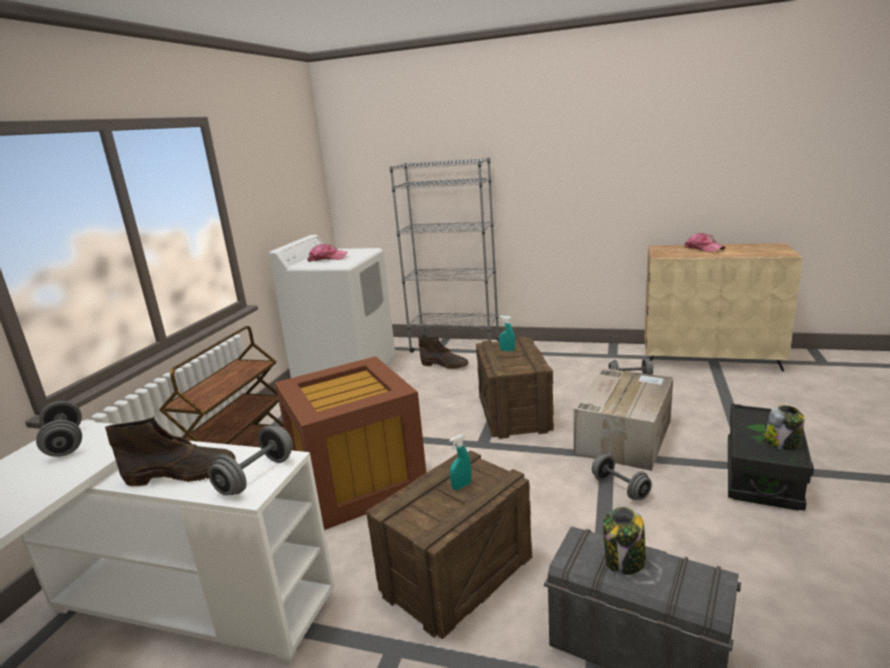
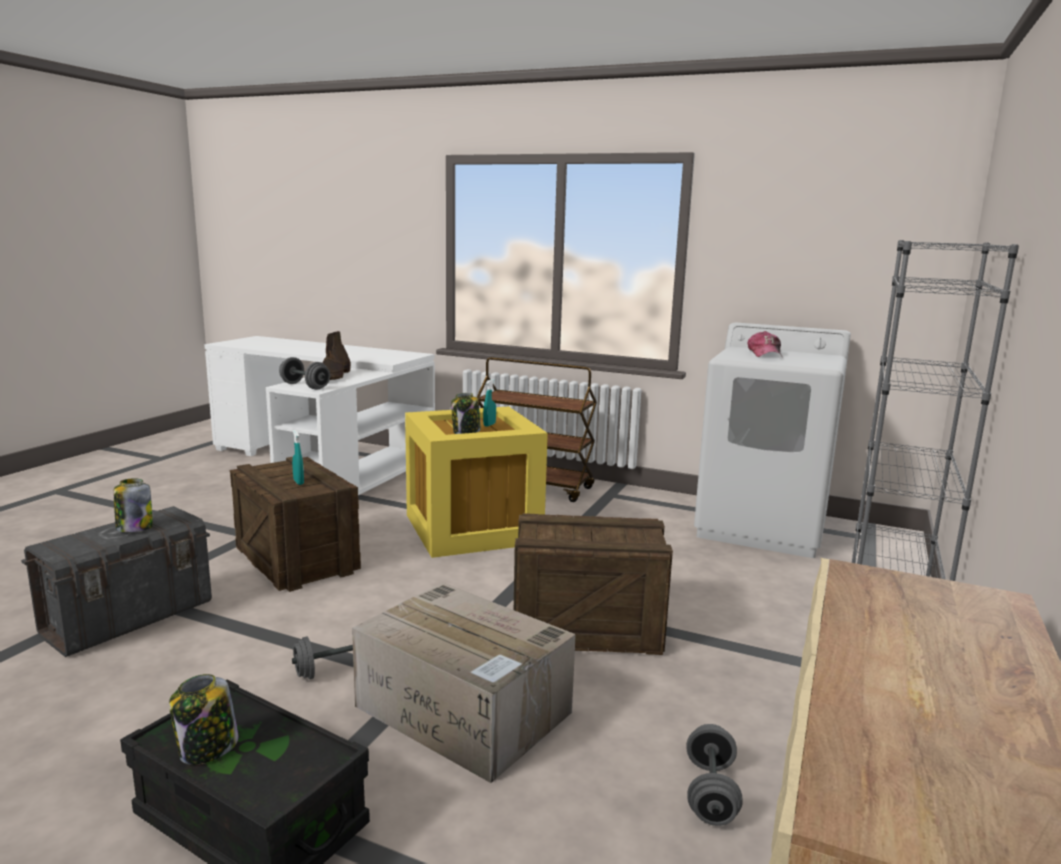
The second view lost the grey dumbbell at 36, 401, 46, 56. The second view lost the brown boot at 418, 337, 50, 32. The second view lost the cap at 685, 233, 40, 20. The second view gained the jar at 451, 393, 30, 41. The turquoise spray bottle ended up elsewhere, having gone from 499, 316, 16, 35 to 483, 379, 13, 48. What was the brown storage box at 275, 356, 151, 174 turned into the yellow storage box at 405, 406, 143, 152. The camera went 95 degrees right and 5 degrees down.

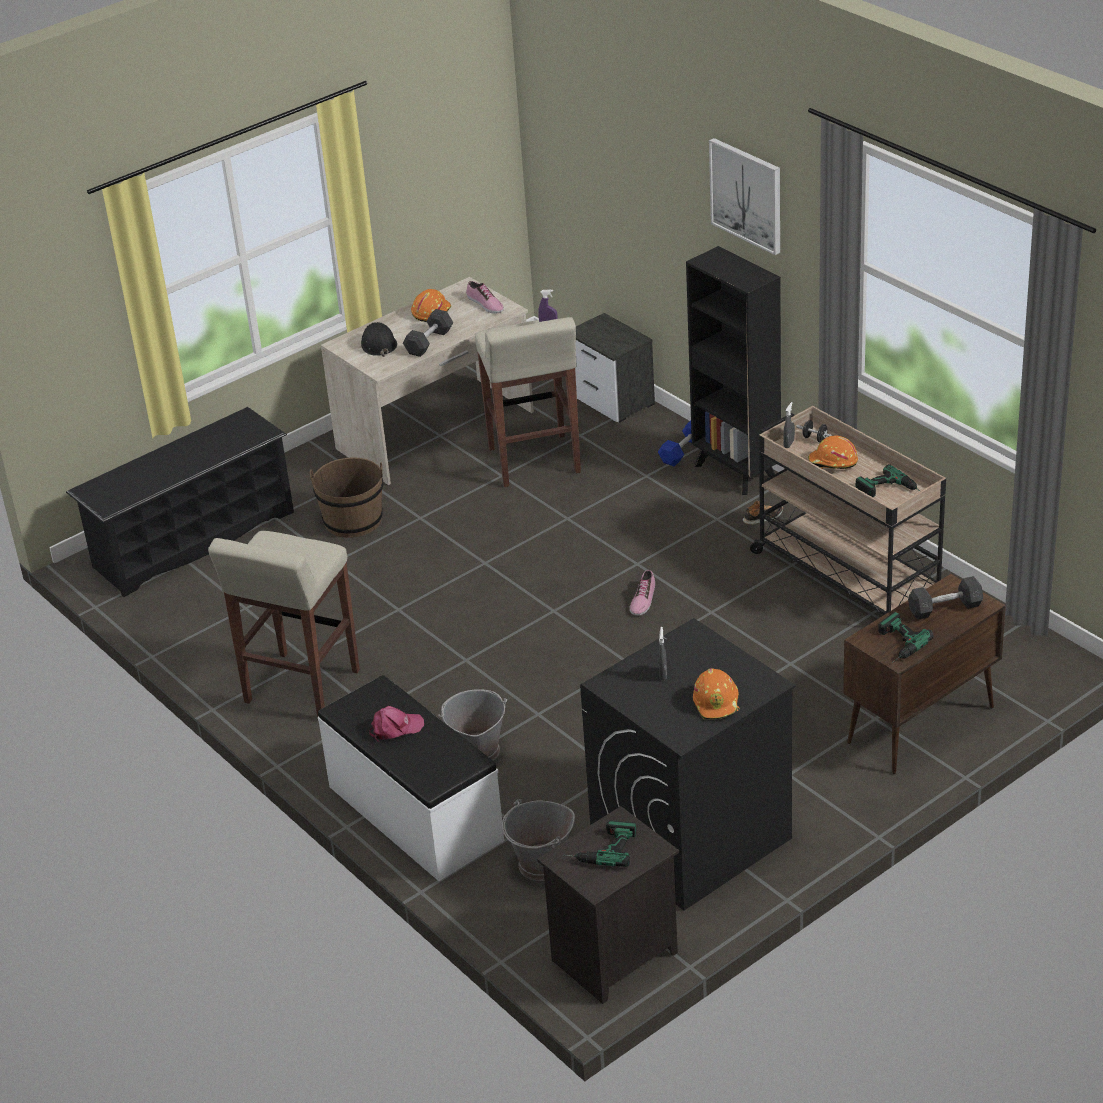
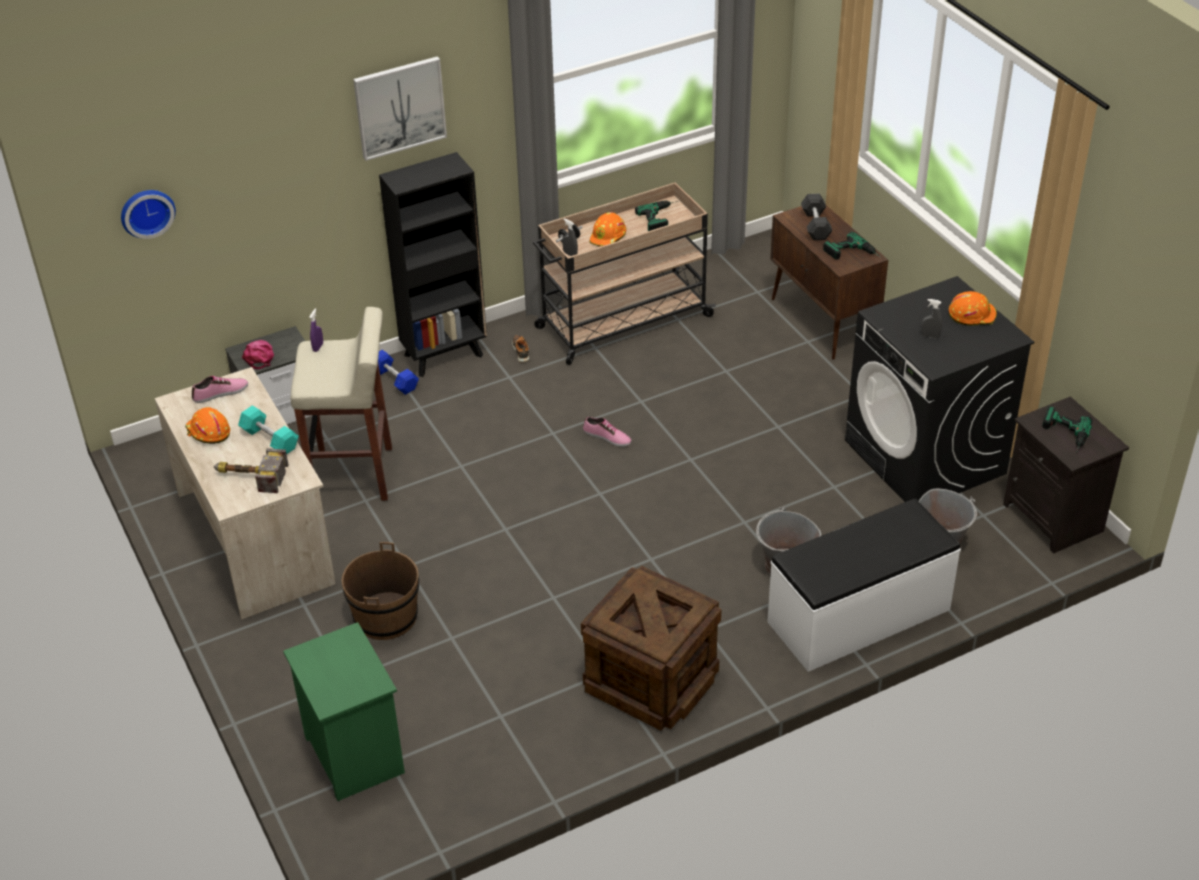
The second view gained the wall clock at 121, 190, 55, 49. The pink cap ended up elsewhere, having gone from 370, 706, 54, 36 to 242, 340, 32, 29. Where the black shoe rack stood at 66, 407, 228, 190, the green nightstand came to stand at 283, 622, 122, 179. Where the beige stool stood at 208, 531, 152, 186, the crate came to stand at 581, 566, 140, 165. Where the black hard hat stood at 361, 322, 36, 35, the hammer came to stand at 214, 448, 74, 45. What was the grey dumbbell at 403, 309, 50, 48 turned into the turquoise dumbbell at 238, 405, 61, 49. The camera went 80 degrees left and 5 degrees up.

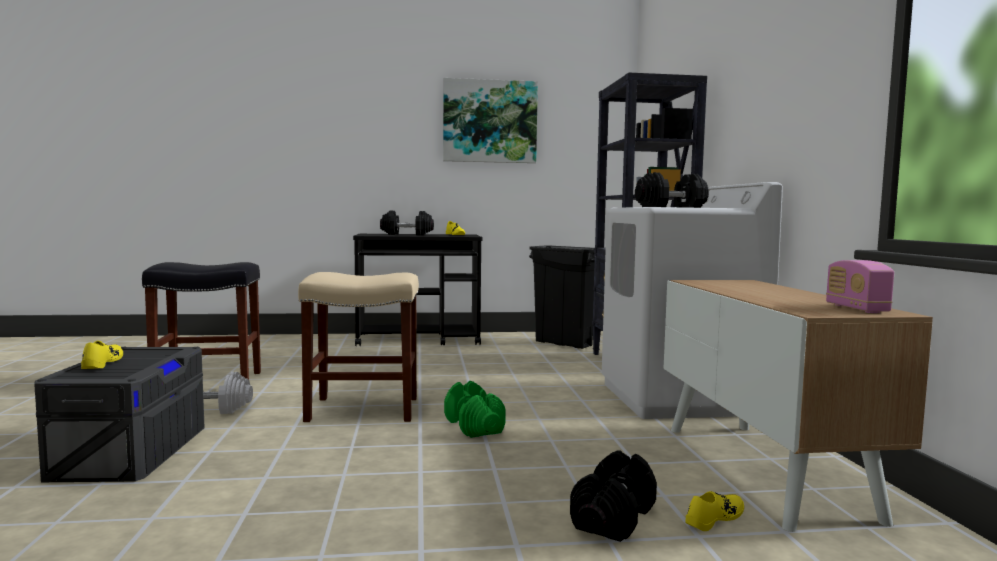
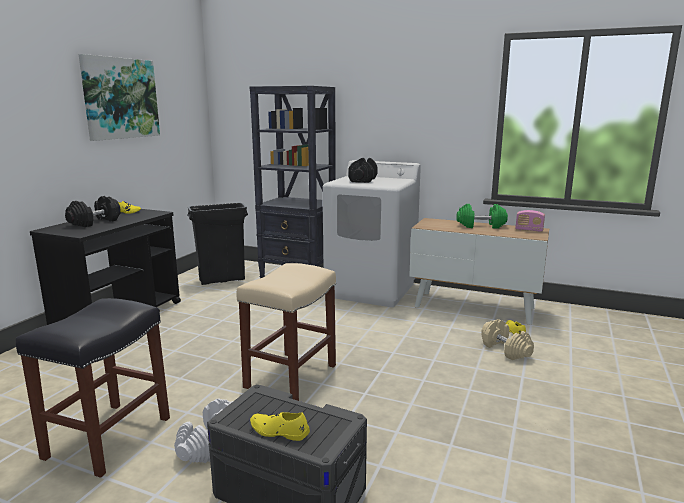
The green dumbbell ended up elsewhere, having gone from 444, 381, 62, 57 to 456, 203, 52, 26. What was the black dumbbell at 570, 450, 87, 92 turned into the beige dumbbell at 481, 319, 53, 41. The camera went 60 degrees left and 10 degrees up.

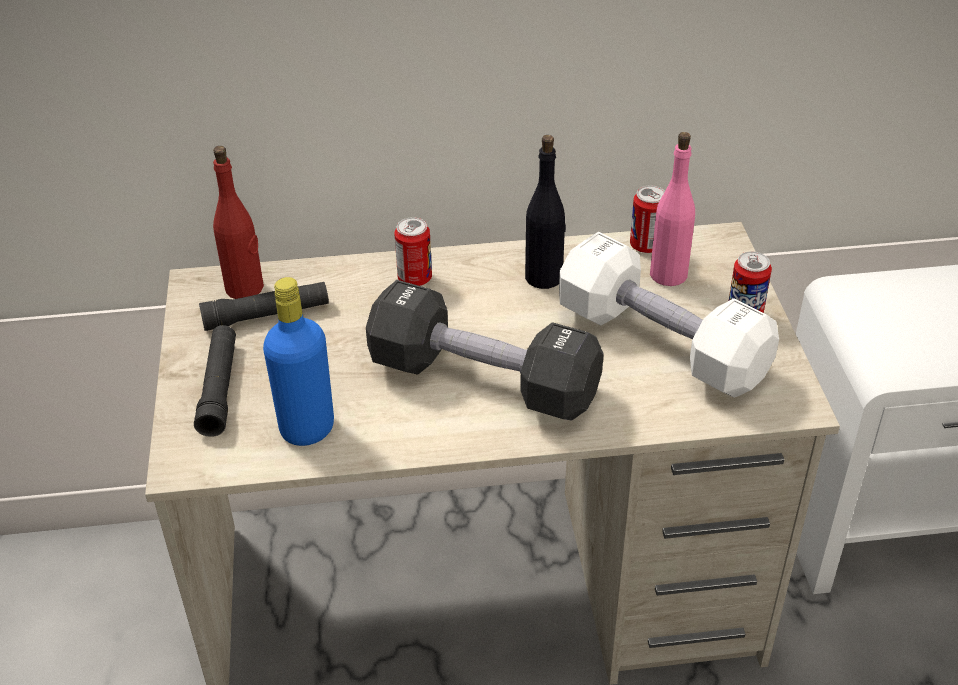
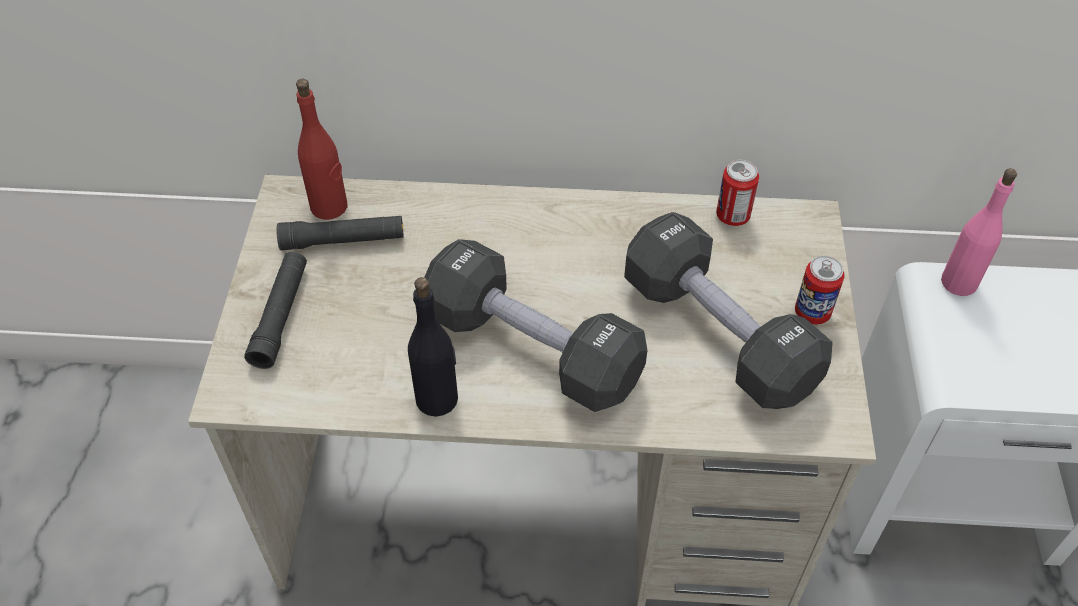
The second view lost the blue bottle at 263, 277, 71, 169. The second view lost the can at 394, 217, 38, 69. The black bottle ended up elsewhere, having gone from 525, 135, 41, 154 to 408, 277, 50, 140. The pink bottle ended up elsewhere, having gone from 650, 132, 45, 154 to 941, 168, 76, 128. What was the white dumbbell at 559, 232, 220, 166 turned into the black dumbbell at 624, 212, 209, 197. The camera went 10 degrees right and 10 degrees up.

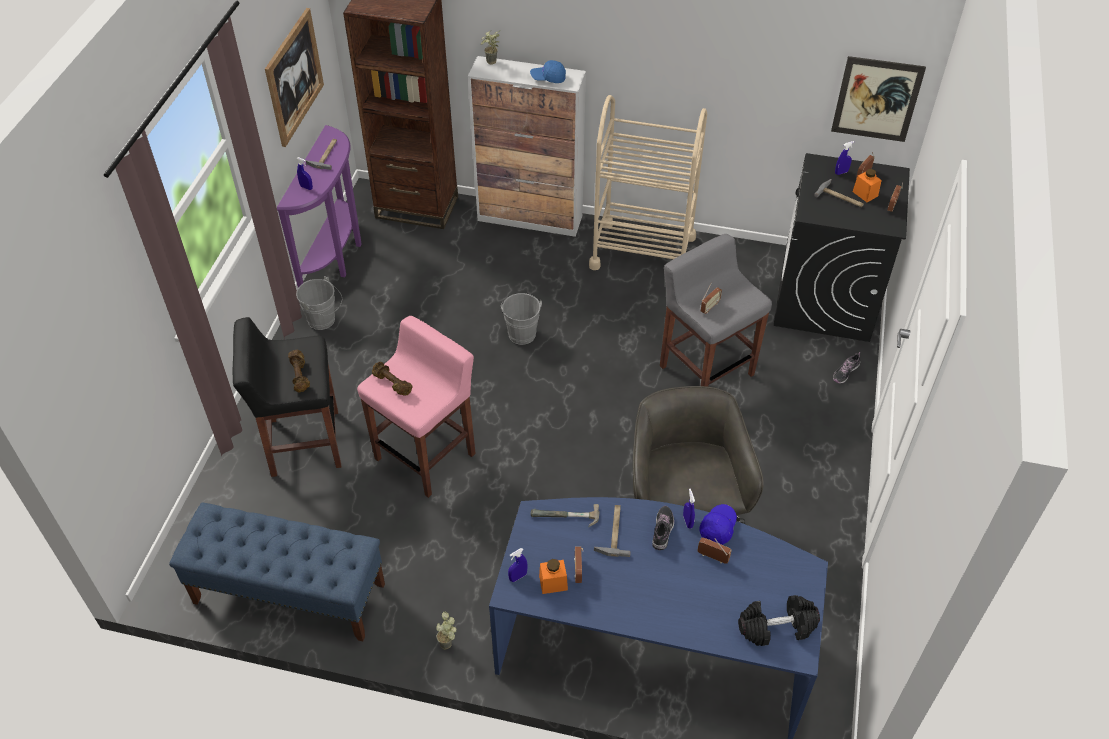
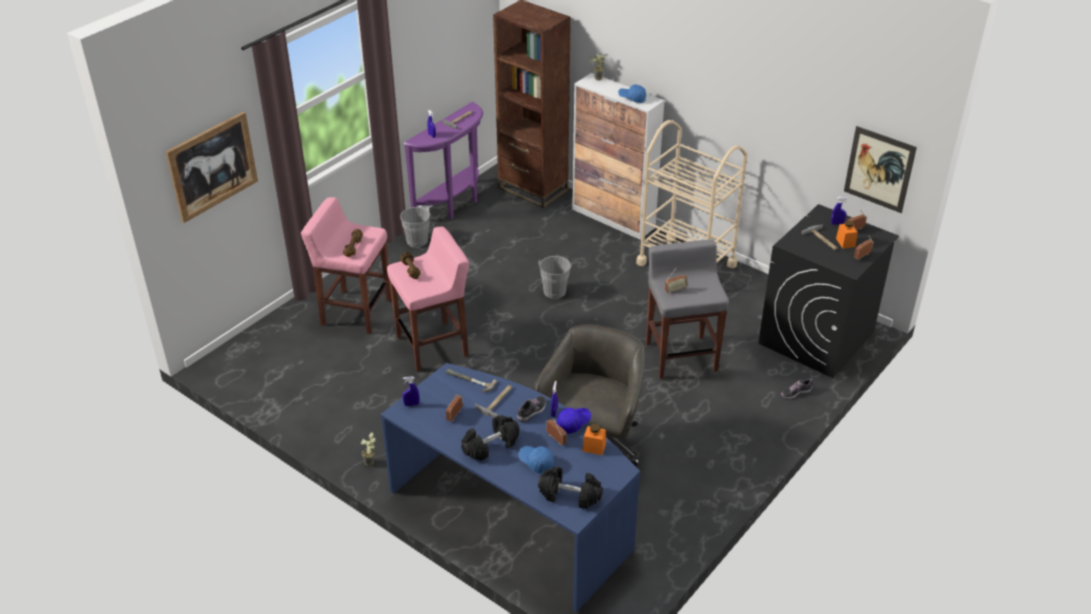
The second view lost the blue bench at 169, 502, 216, 139. The second view gained the black dumbbell at 461, 415, 59, 46. The second view gained the blue cap at 518, 446, 36, 28. The picture ended up elsewhere, having gone from 265, 8, 59, 139 to 166, 112, 92, 111. The orange jar ended up elsewhere, having gone from 539, 559, 29, 35 to 583, 424, 23, 31. What was the black stool at 233, 317, 108, 160 turned into the pink stool at 301, 197, 90, 137. The camera went 25 degrees right and 10 degrees down.

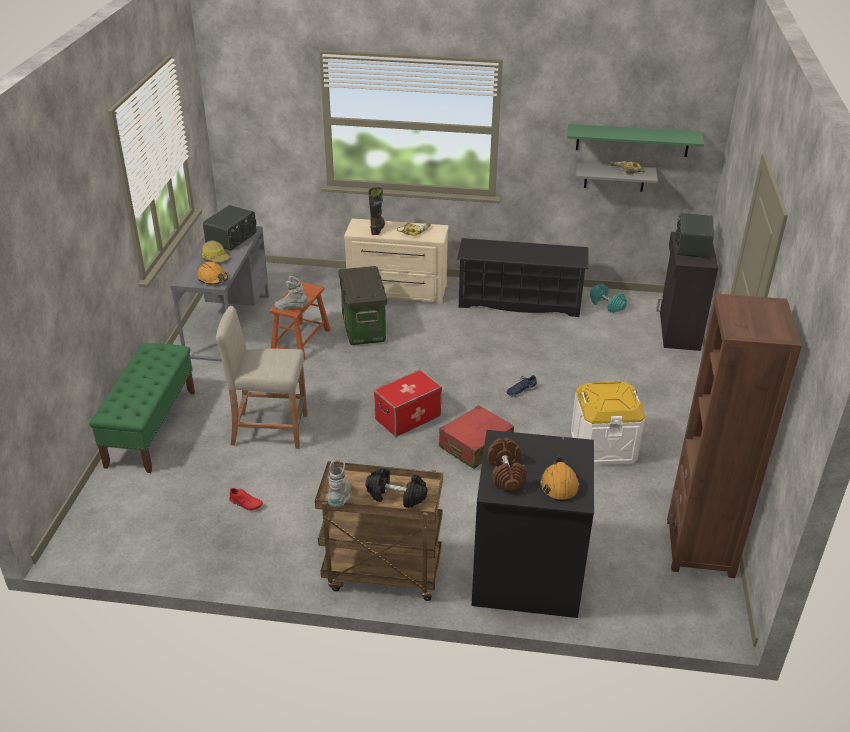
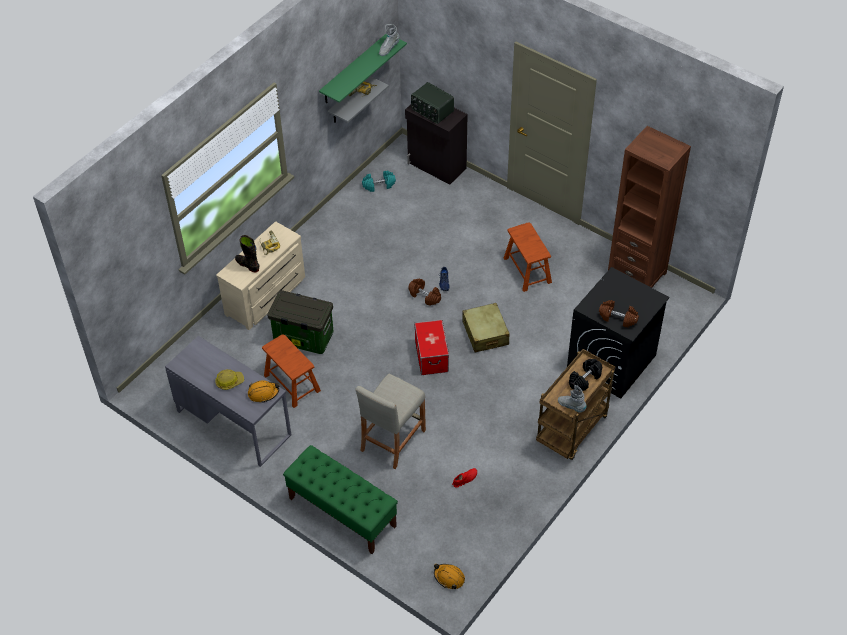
The second view lost the radio at 203, 205, 54, 46. The second view lost the black shoe rack at 457, 238, 131, 79. The second view gained the brown dumbbell at 409, 279, 32, 27. The grey boot ended up elsewhere, having gone from 275, 276, 33, 33 to 379, 24, 21, 32. The orange hard hat ended up elsewhere, having gone from 540, 456, 40, 45 to 434, 564, 31, 25. Where the white storage box stood at 571, 381, 74, 84, the brown stool came to stand at 504, 222, 48, 70. What was the red suitcase at 439, 405, 75, 64 turned into the beige suitcase at 462, 303, 48, 49. The camera went 60 degrees left and 15 degrees up.

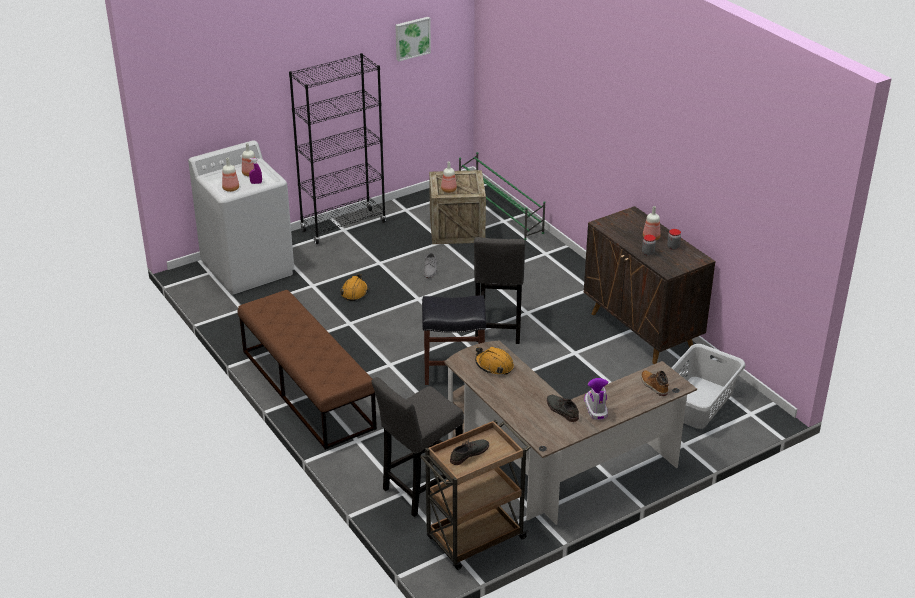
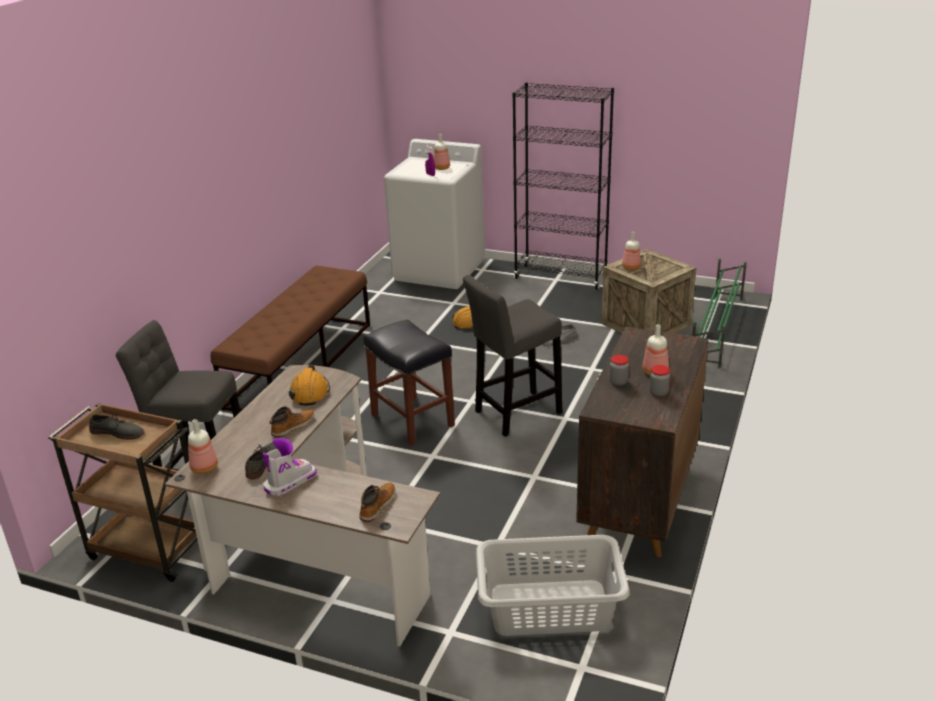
The second view lost the picture at 395, 17, 36, 44. The second view gained the boot at 269, 406, 46, 32. The bottle ended up elsewhere, having gone from 222, 158, 17, 34 to 188, 419, 30, 55. The camera went 55 degrees right and 5 degrees down.

